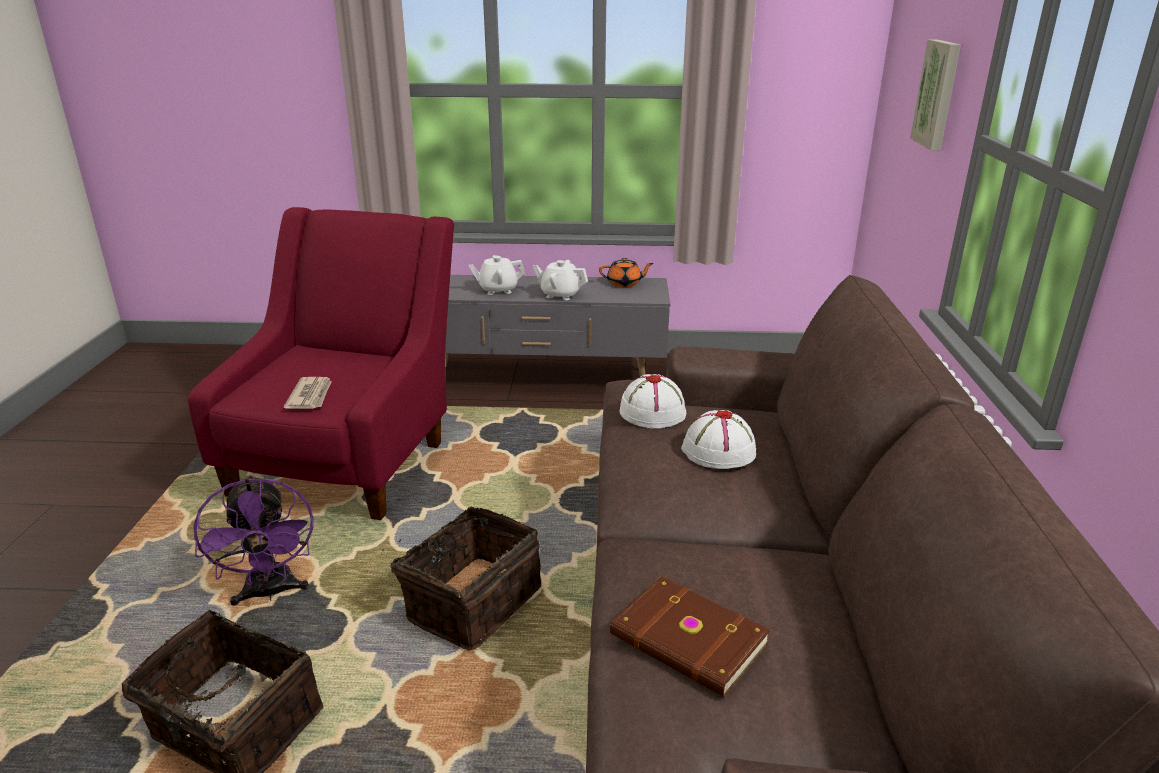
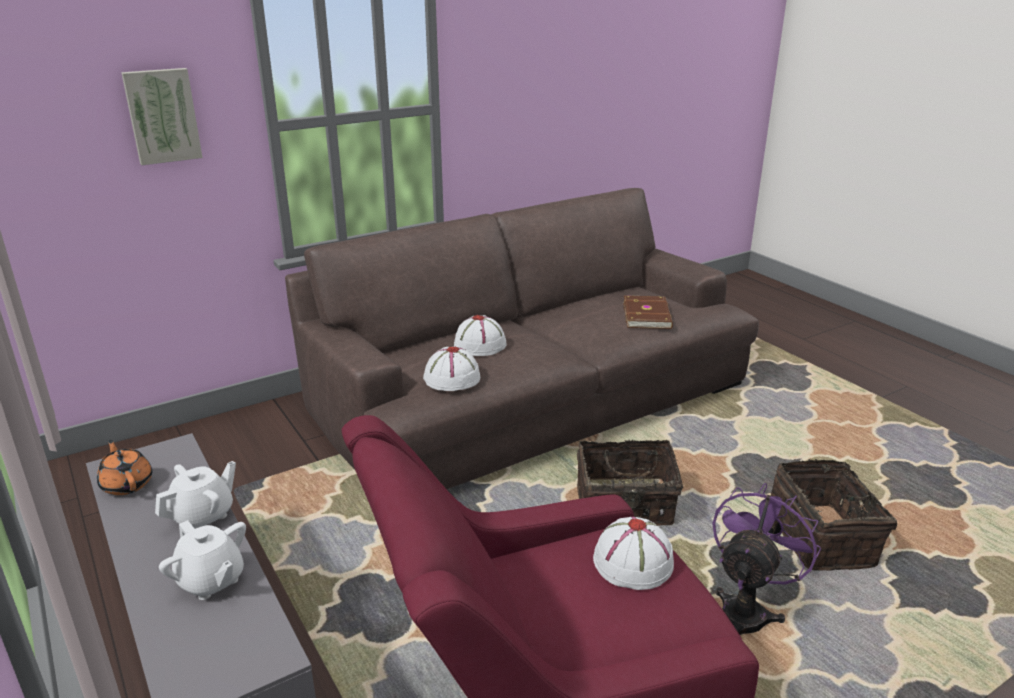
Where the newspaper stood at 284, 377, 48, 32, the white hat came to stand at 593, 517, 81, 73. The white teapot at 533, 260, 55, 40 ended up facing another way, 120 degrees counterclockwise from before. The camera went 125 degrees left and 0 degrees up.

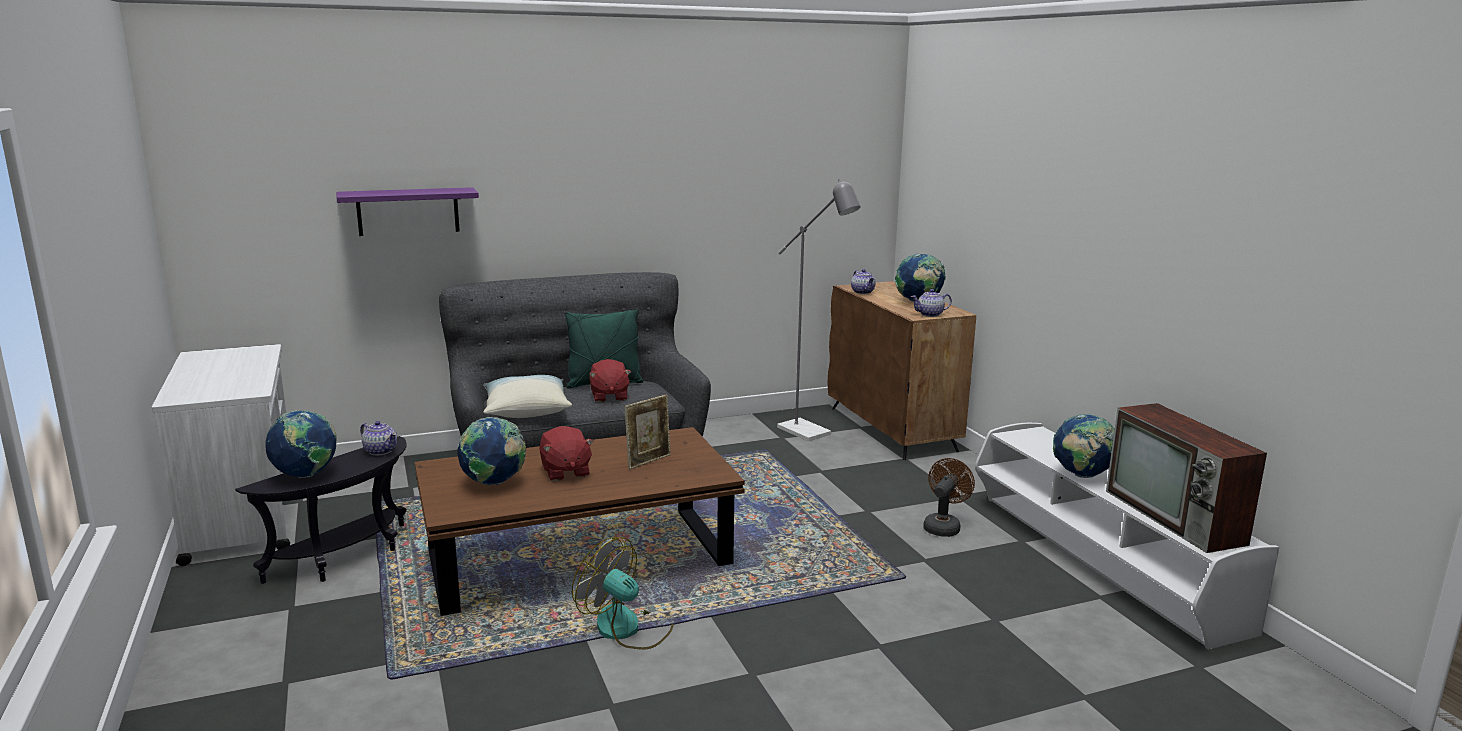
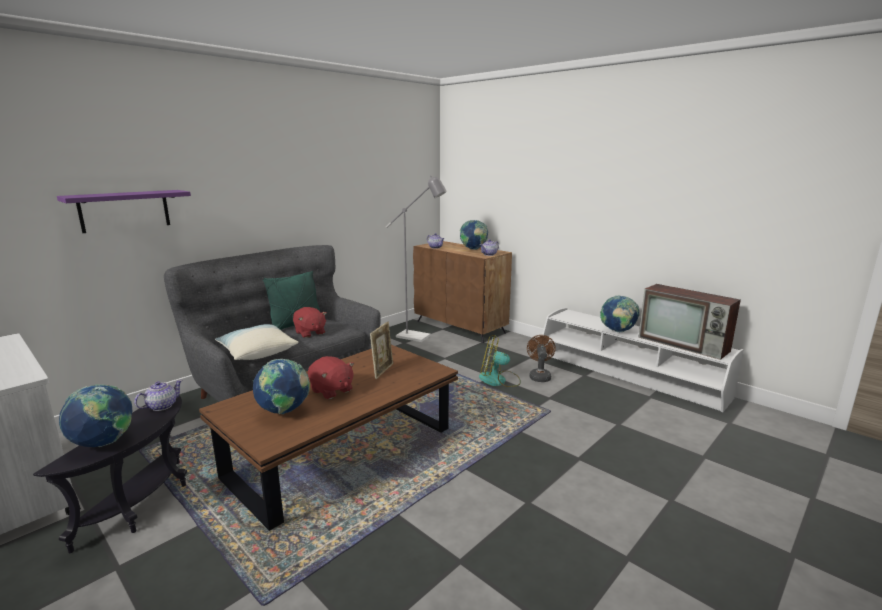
The fan ended up elsewhere, having gone from 572, 537, 102, 113 to 479, 335, 42, 52. The teapot at 360, 421, 37, 34 ended up facing another way, 60 degrees counterclockwise from before. The camera went 25 degrees left and 0 degrees up.

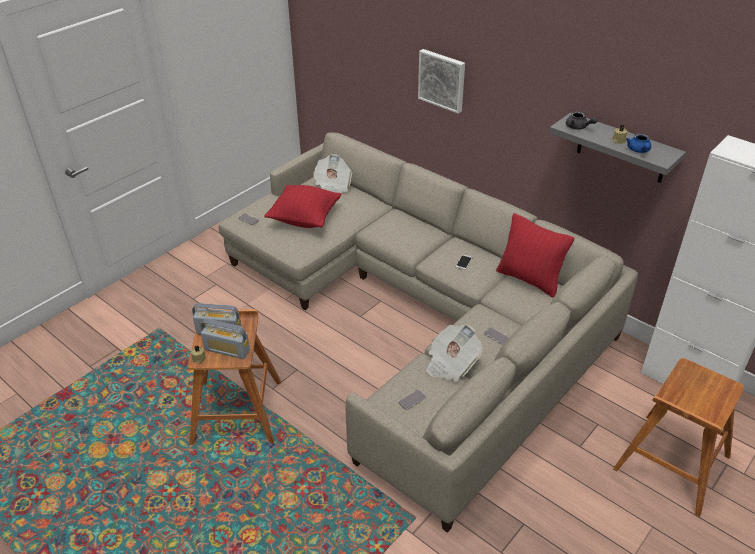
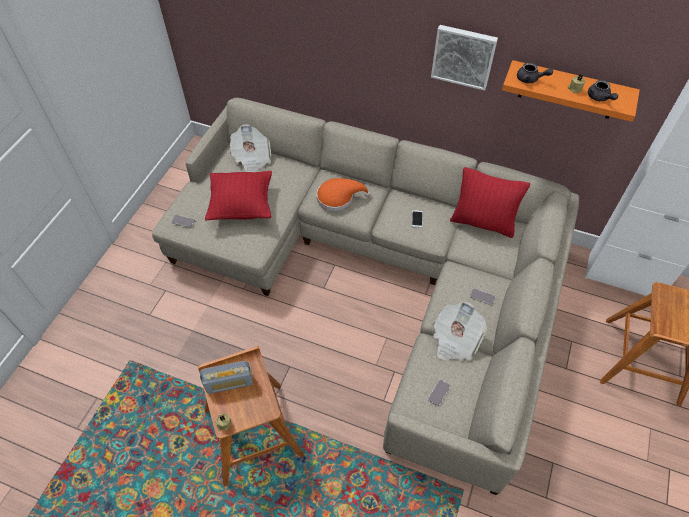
The second view lost the radio at 201, 319, 49, 40. The second view gained the orange hat at 317, 178, 54, 33. The picture ended up elsewhere, having gone from 418, 49, 47, 64 to 431, 25, 67, 66. What was the grey shelf at 549, 112, 137, 71 turned into the orange shelf at 502, 60, 138, 62. What was the blue teapot at 626, 133, 25, 20 turned into the grey teapot at 588, 80, 30, 21. The camera went 20 degrees left and 15 degrees up.

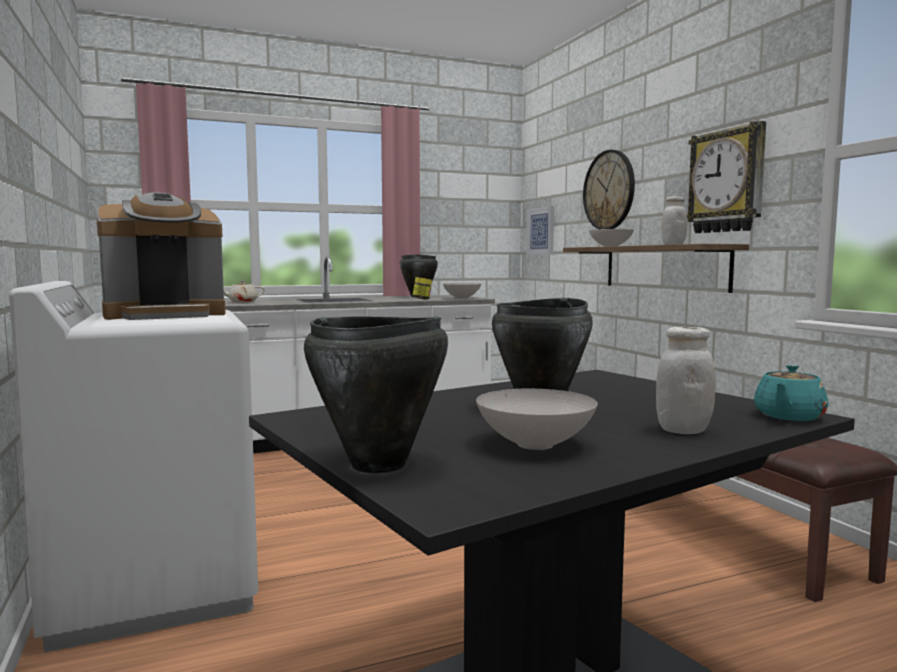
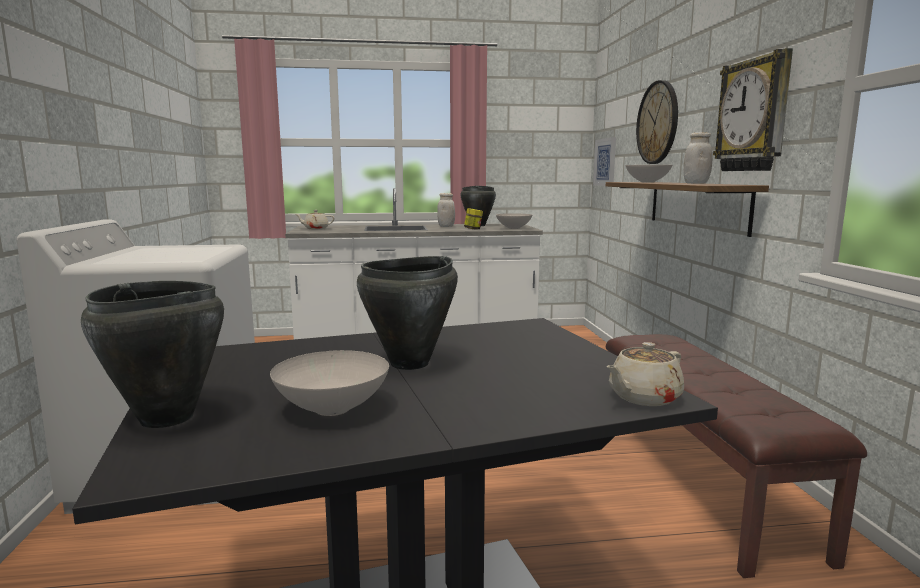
The second view lost the coffee machine at 96, 192, 129, 128. The white jar ended up elsewhere, having gone from 656, 327, 60, 107 to 437, 193, 18, 34. What was the turquoise teapot at 754, 364, 75, 57 turned into the beige teapot at 606, 342, 78, 64. The camera went 15 degrees right and 5 degrees up.

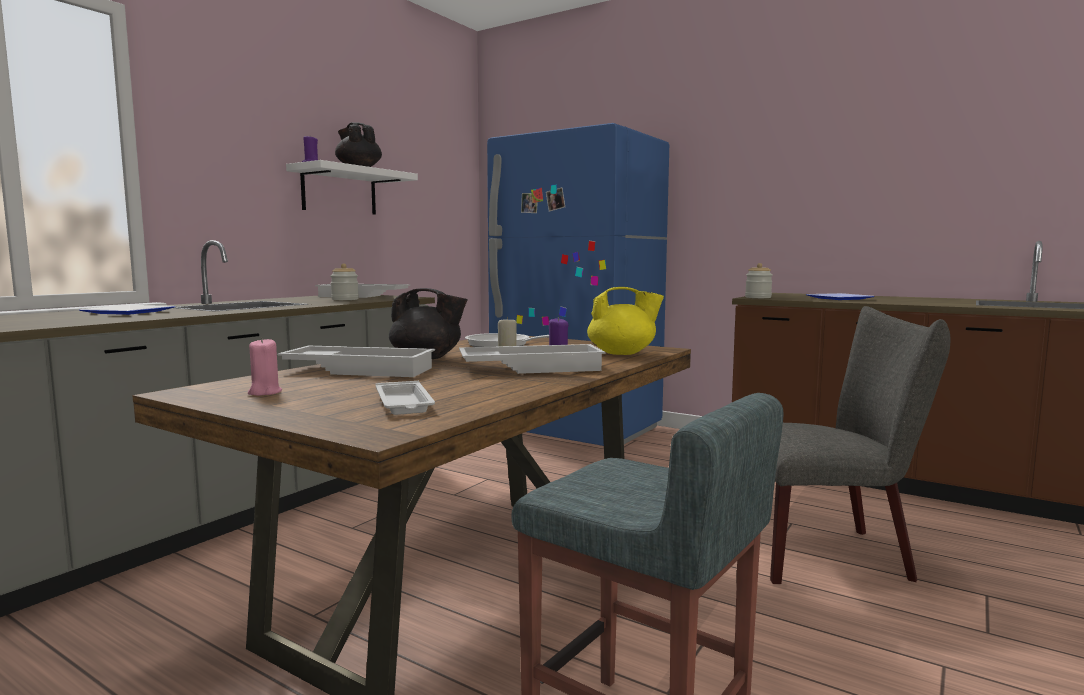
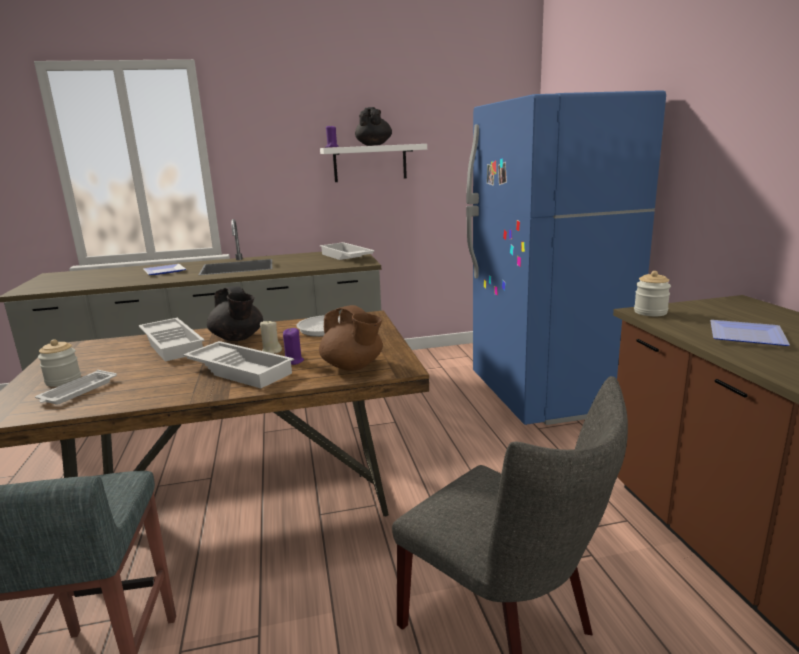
The second view lost the pink candle at 248, 338, 34, 58. The jar ended up elsewhere, having gone from 330, 264, 29, 36 to 38, 339, 43, 48. What was the yellow teapot at 587, 287, 77, 68 turned into the brown teapot at 319, 305, 64, 66. The camera went 45 degrees right and 10 degrees up.

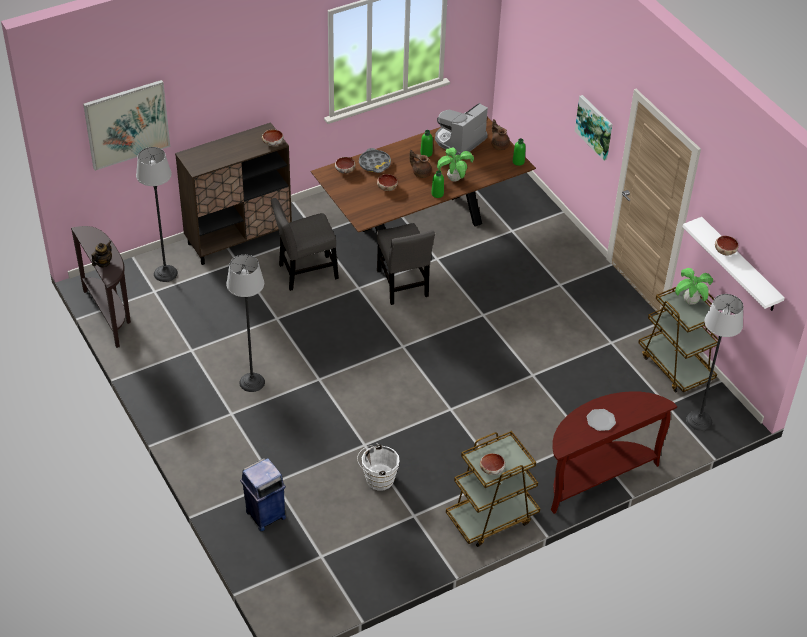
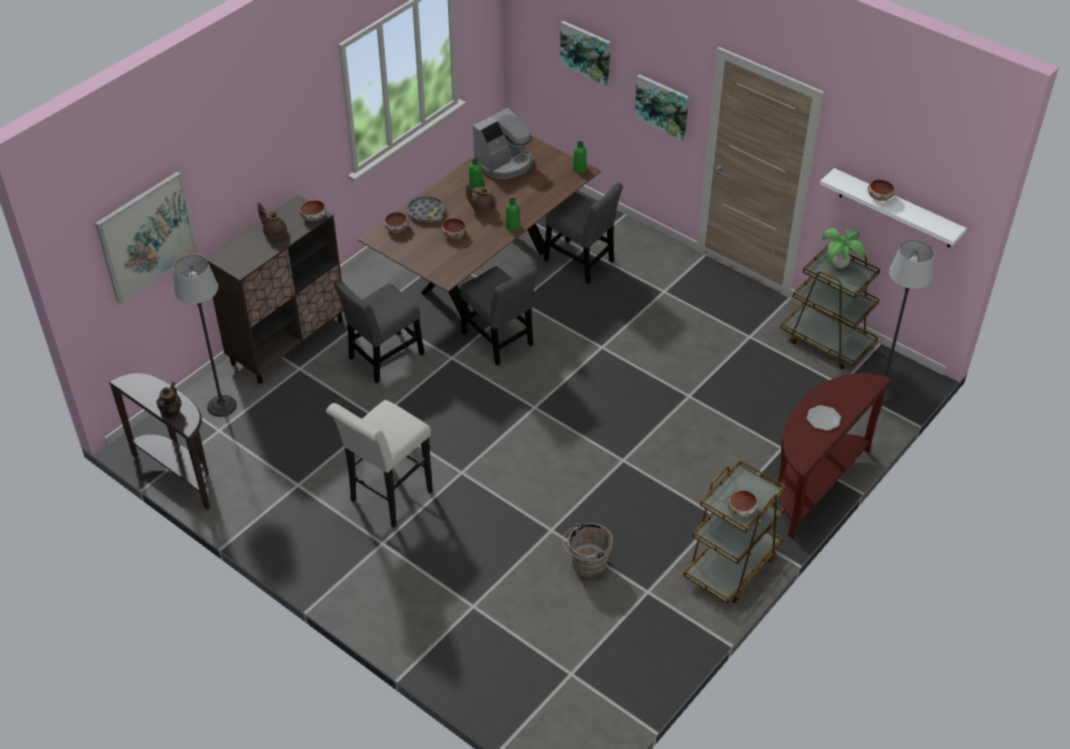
The second view lost the blue trash can at 240, 458, 46, 73. The second view lost the potted plant at 437, 147, 37, 35. The second view gained the grey chair at 544, 182, 79, 102. The second view gained the picture at 560, 21, 50, 65. The brown teapot ended up elsewhere, having gone from 491, 119, 19, 31 to 257, 203, 30, 36. Where the floor lamp stood at 226, 255, 39, 137, the white stool came to stand at 326, 400, 107, 128. What was the white bucket at 357, 443, 43, 48 turned into the brown bucket at 563, 523, 50, 54. The coffee machine at 435, 103, 53, 52 ended up facing another way, 150 degrees counterclockwise from before. The camera went 20 degrees left and 0 degrees up.

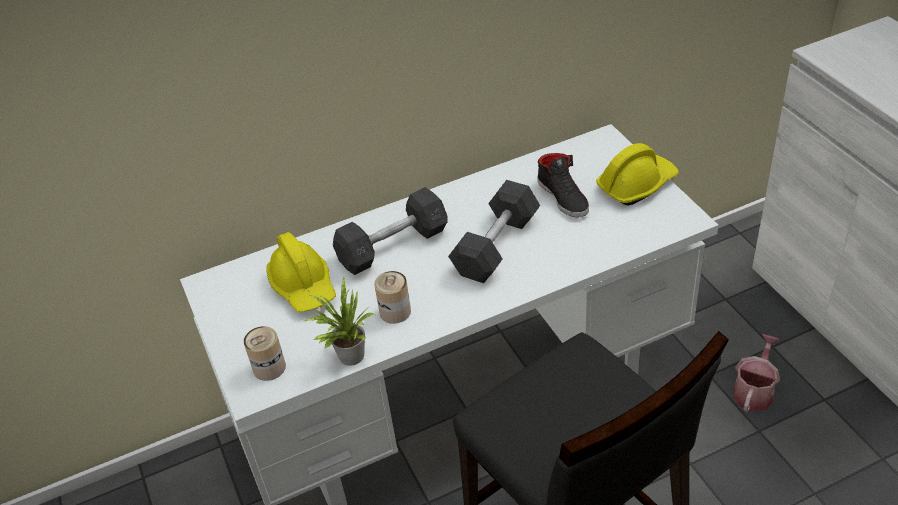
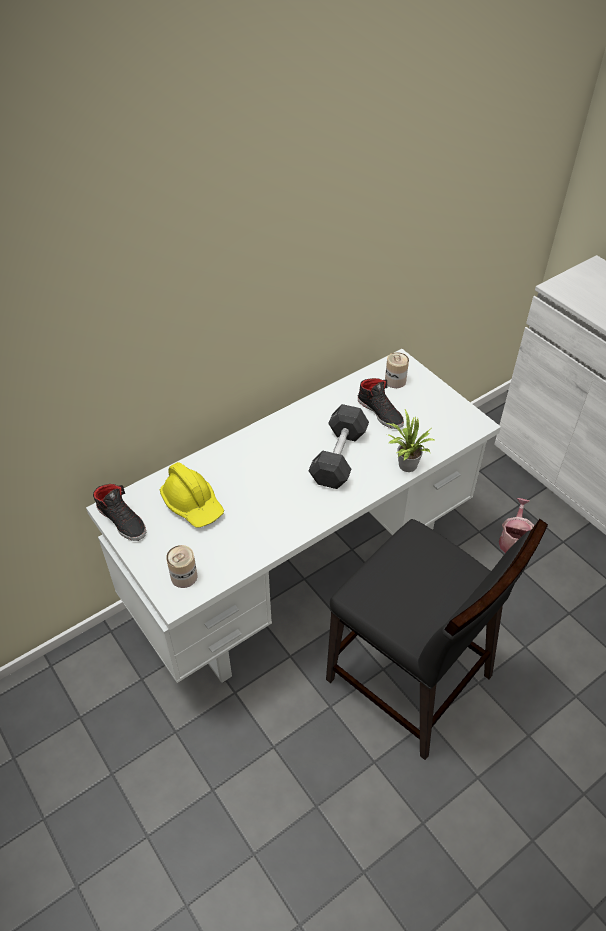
The second view lost the grey dumbbell at 333, 187, 114, 88. The second view lost the yellow hard hat at 596, 143, 83, 62. The second view gained the black shoe at 93, 484, 53, 57. The potted plant ended up elsewhere, having gone from 305, 277, 70, 89 to 387, 409, 49, 63. The can ended up elsewhere, having gone from 374, 271, 37, 53 to 385, 352, 24, 36. The camera went 15 degrees left and 5 degrees up.

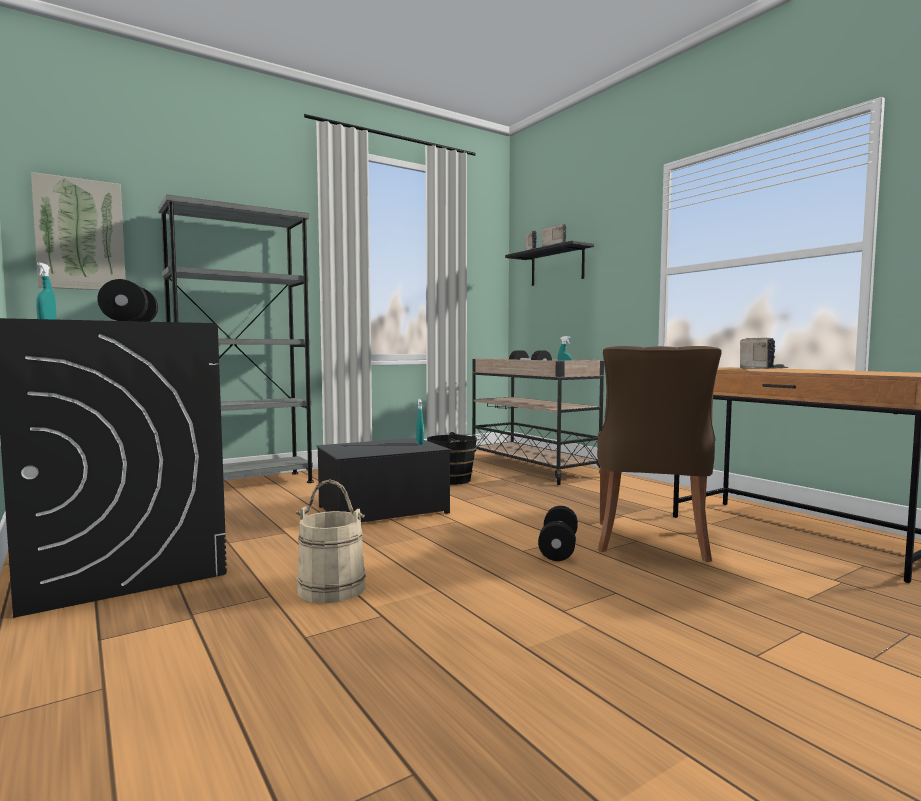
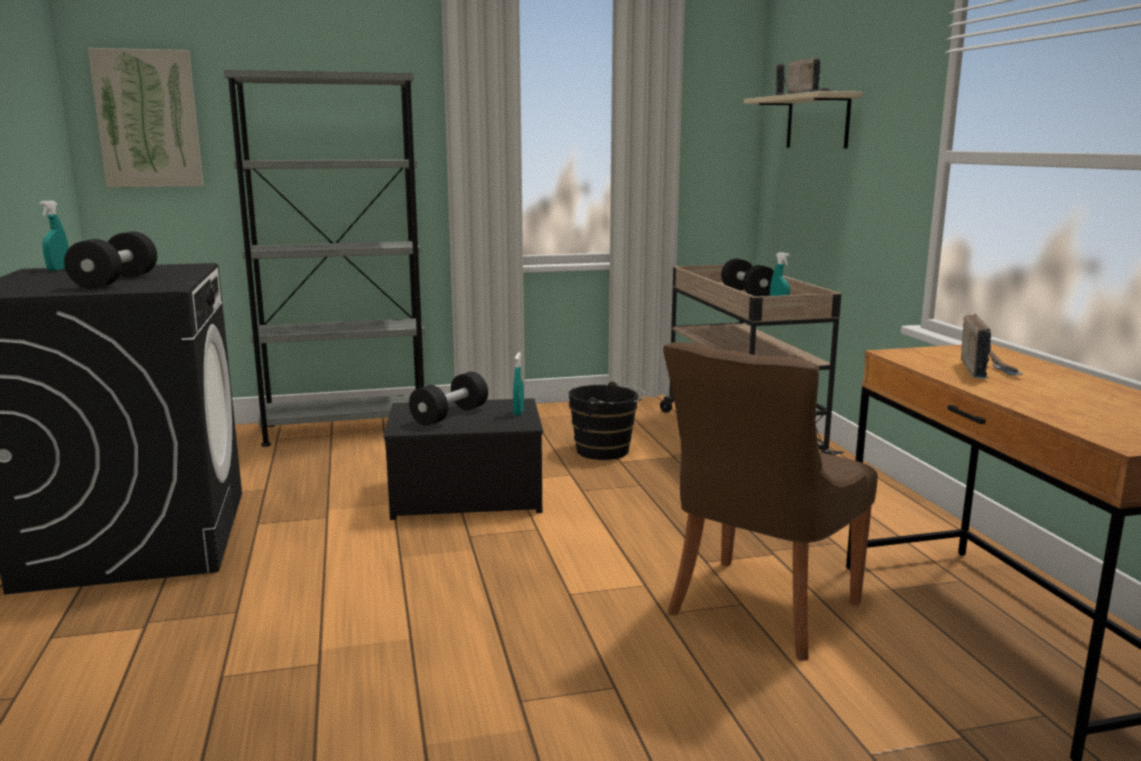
The second view lost the beige bucket at 296, 480, 70, 123. The black dumbbell ended up elsewhere, having gone from 538, 506, 40, 55 to 409, 372, 79, 54. What was the black shelf at 505, 241, 89, 45 turned into the beige shelf at 744, 91, 119, 57. The camera went 20 degrees right and 10 degrees up.

